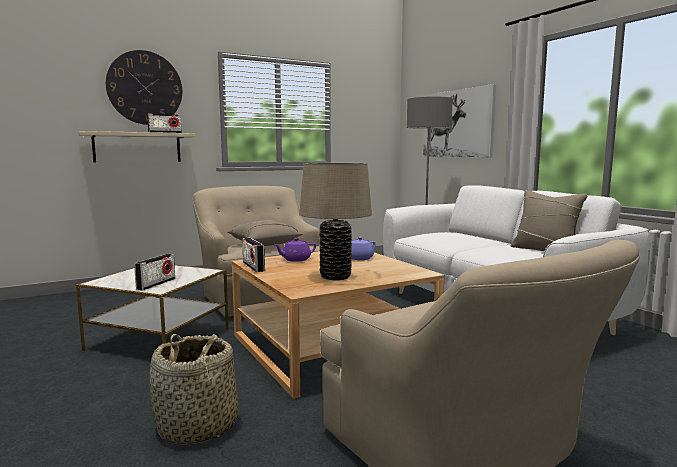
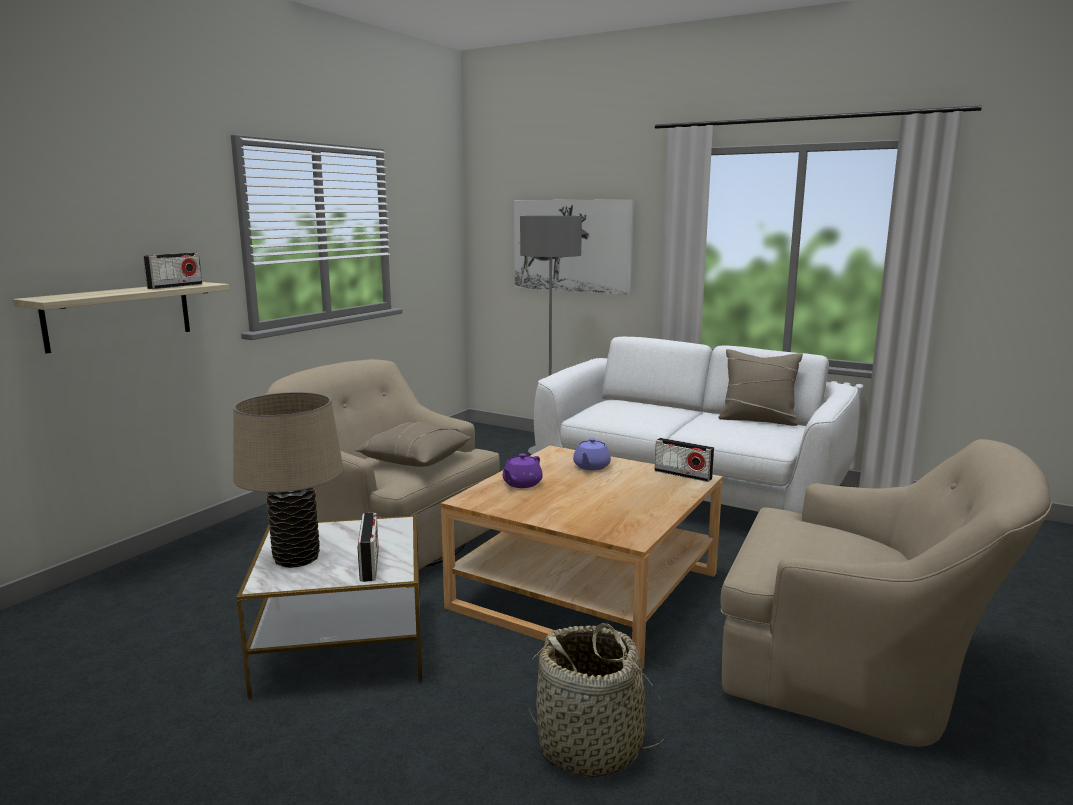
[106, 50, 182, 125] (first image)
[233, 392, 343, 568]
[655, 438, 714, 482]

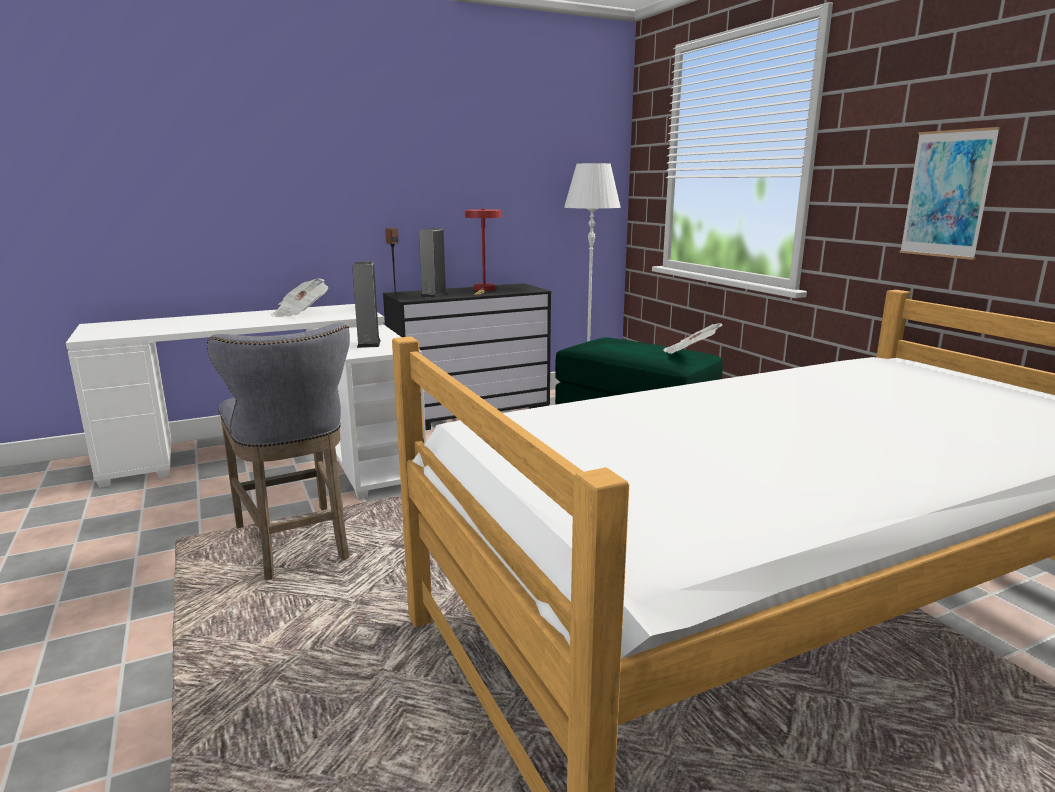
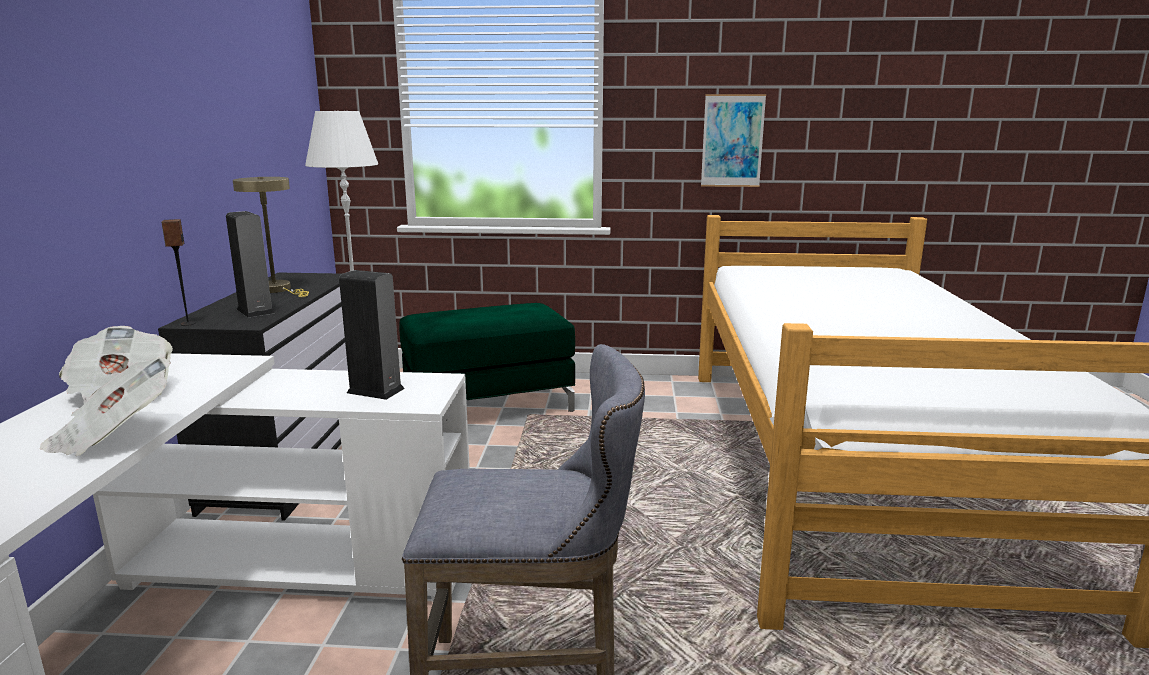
[233, 177, 309, 297]
[40, 357, 171, 456]

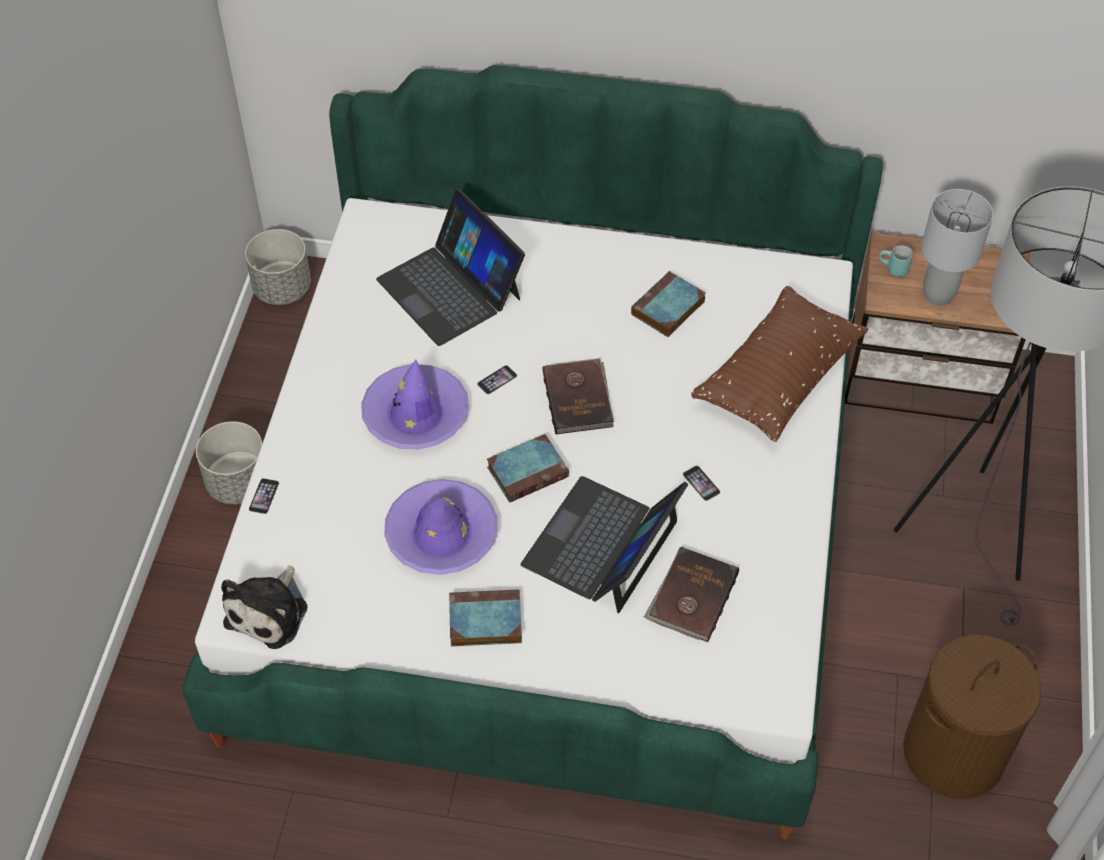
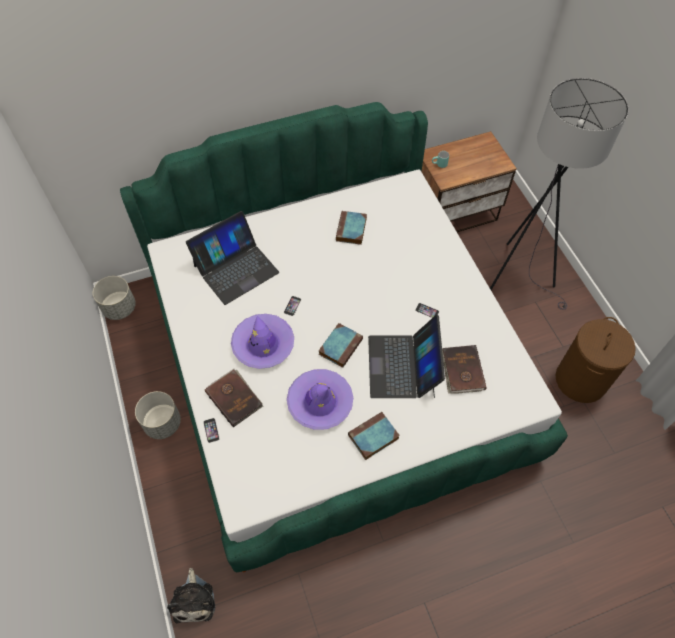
[186, 211, 279, 305]
[921, 189, 993, 306] (first image)
[691, 286, 869, 442] (first image)
[205, 369, 263, 427]
[167, 568, 215, 623]

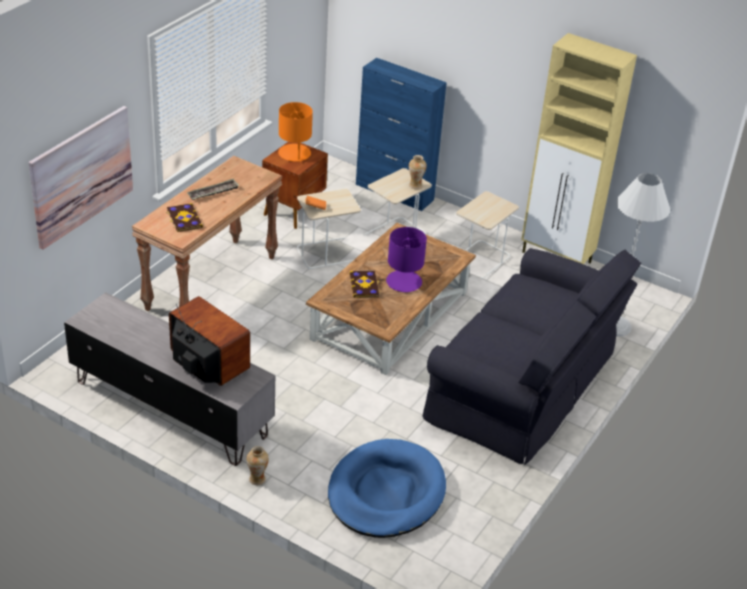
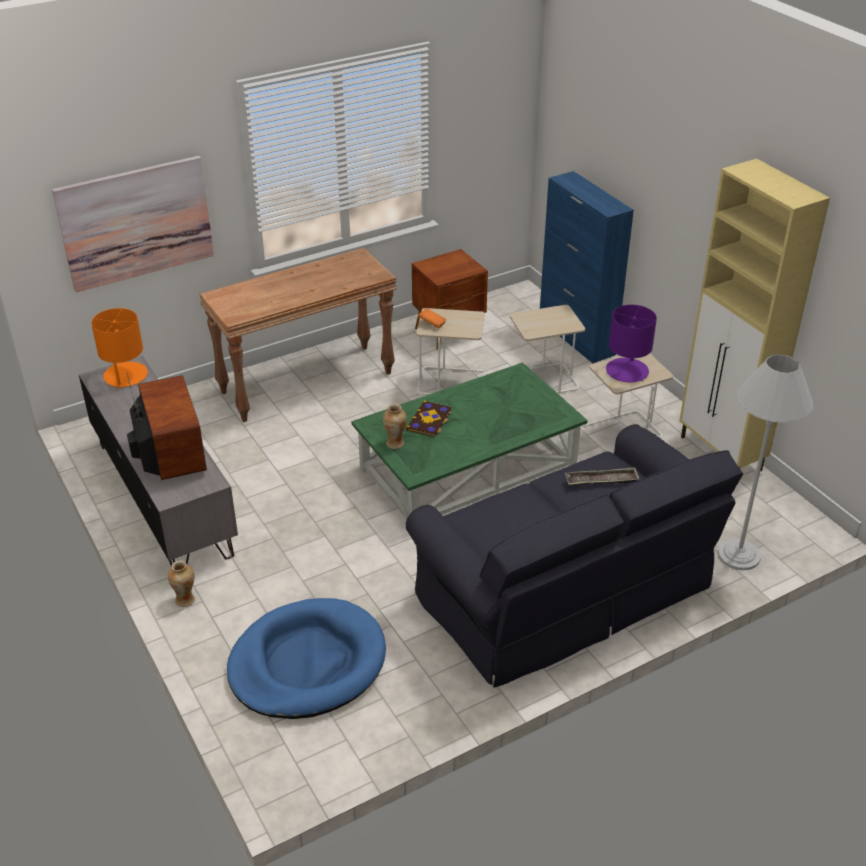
[91, 308, 148, 389]
[383, 404, 407, 449]
[565, 467, 639, 485]
[166, 203, 203, 232] (first image)
[351, 362, 588, 519]
[606, 305, 657, 382]

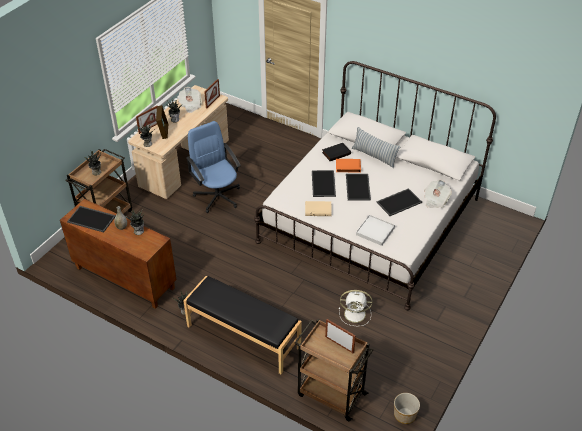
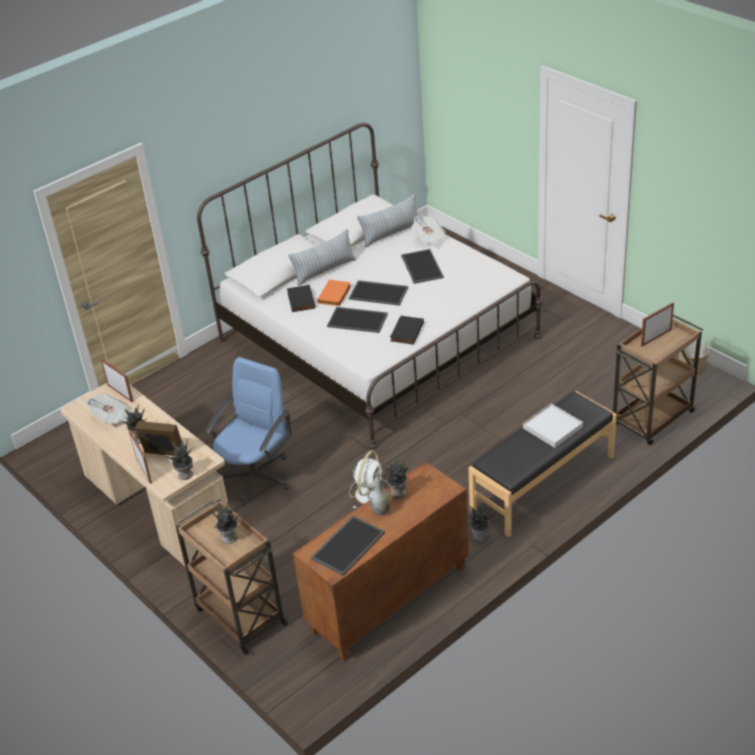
[205, 357, 292, 506]
[390, 316, 424, 345]
[523, 403, 583, 448]
[350, 450, 385, 508]
[357, 194, 418, 247]

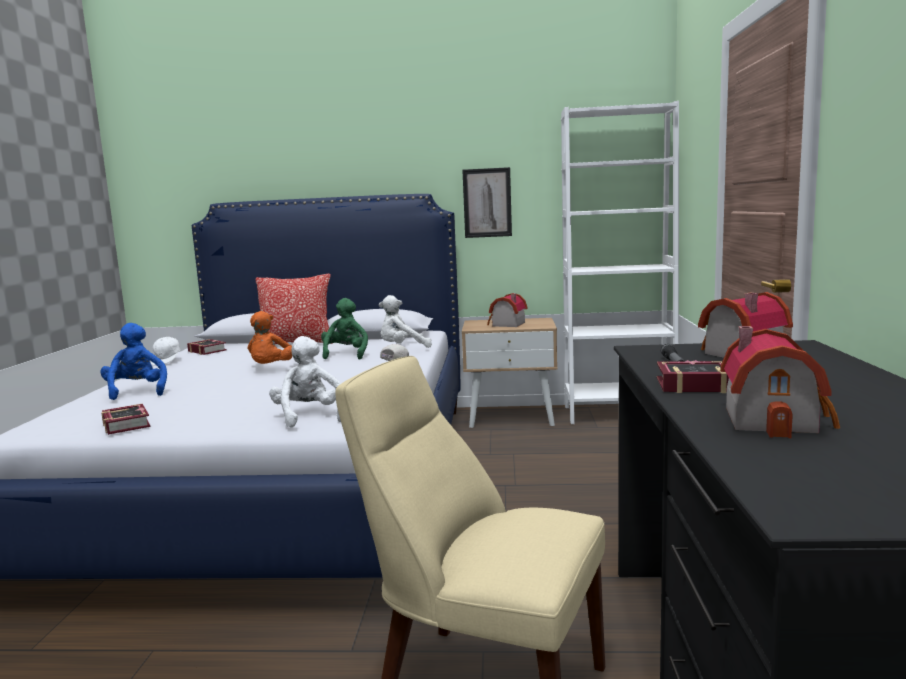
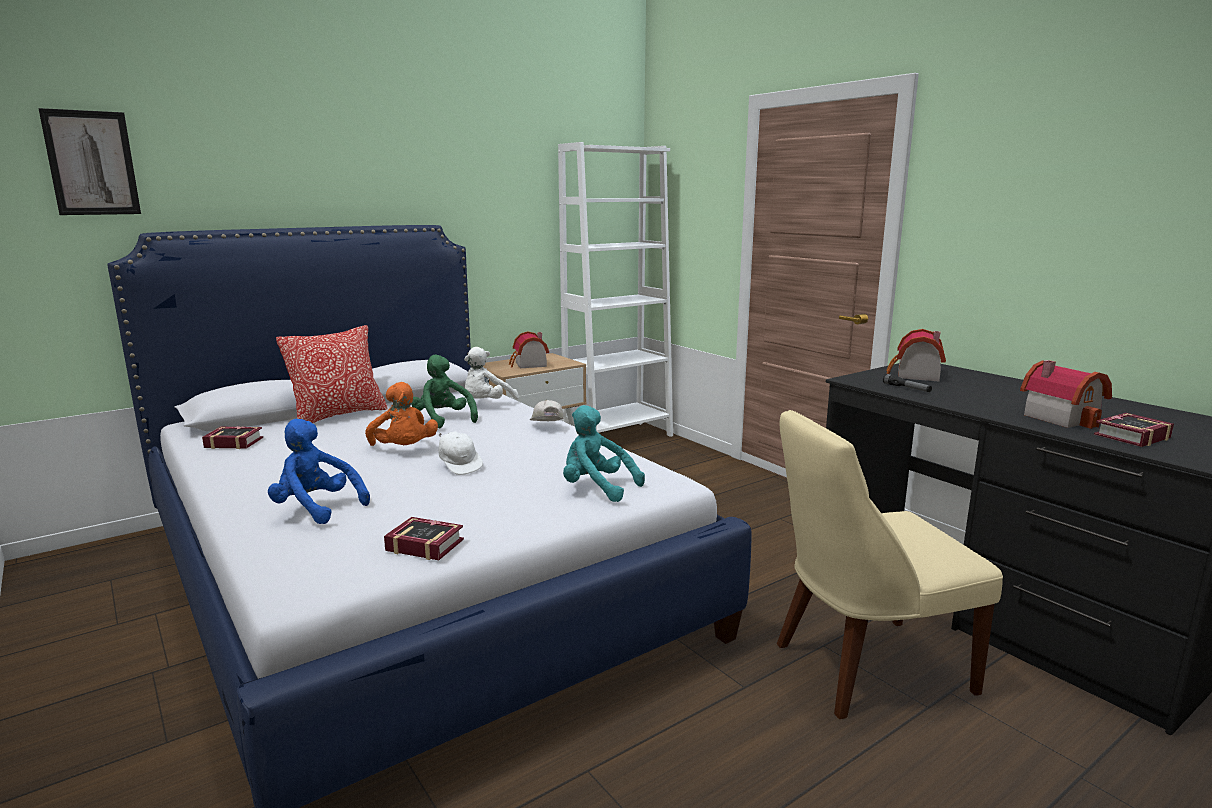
[38, 108, 141, 215]
[563, 405, 645, 502]
[438, 431, 483, 475]
[1094, 413, 1174, 447]

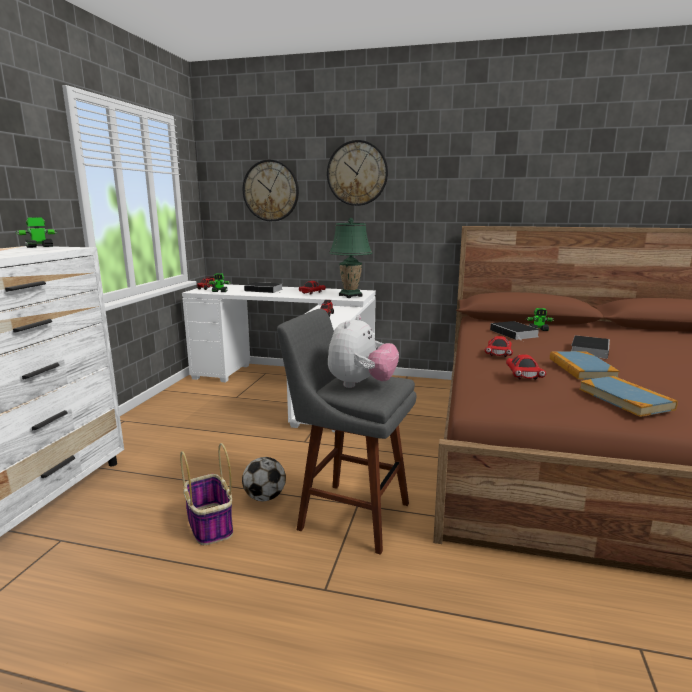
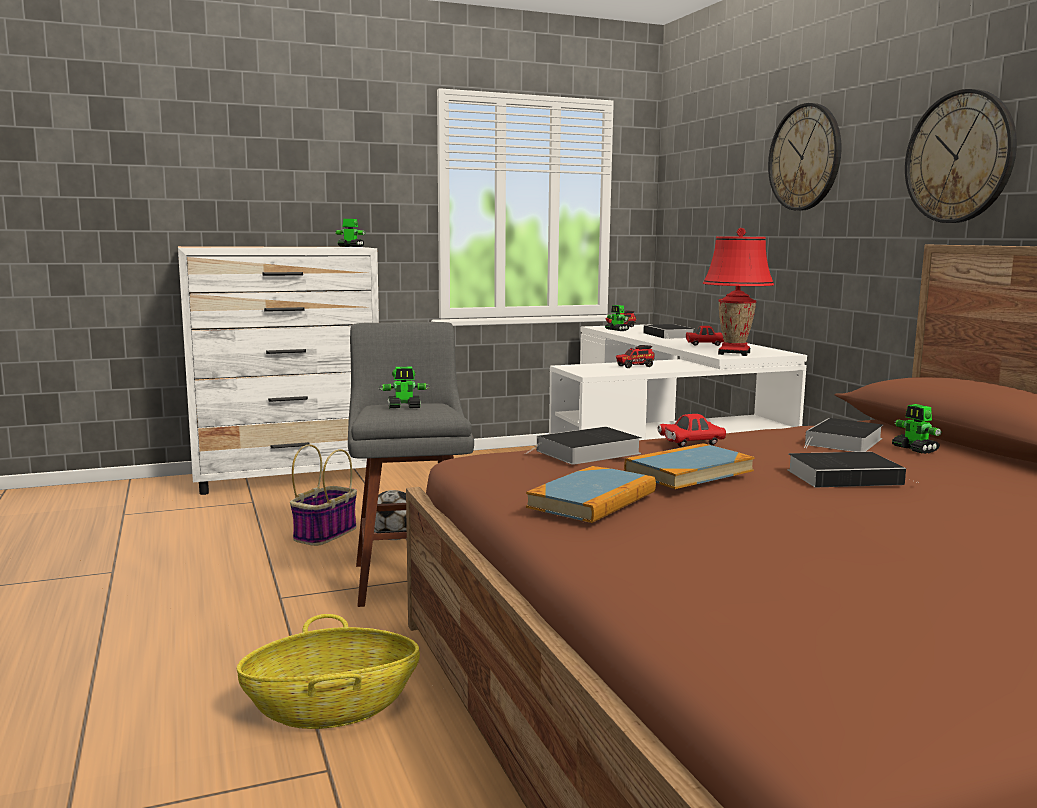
[905, 89, 1017, 223]
[703, 228, 774, 356]
[379, 366, 430, 408]
[526, 427, 641, 465]
[236, 614, 420, 729]

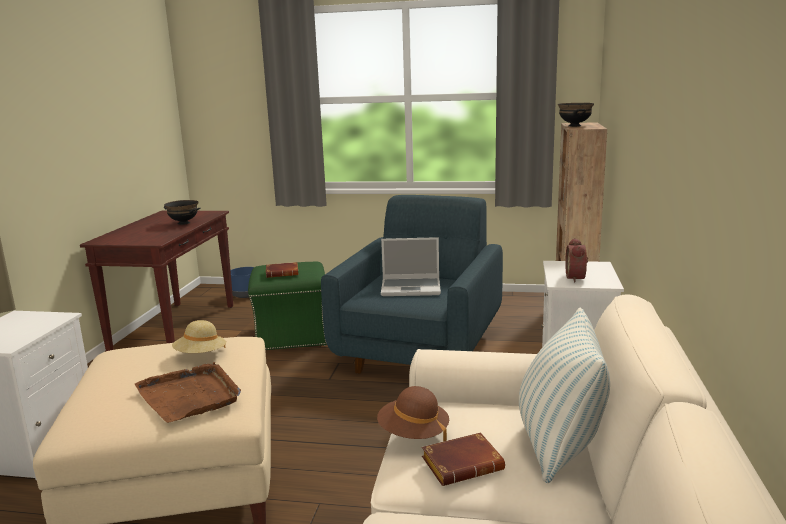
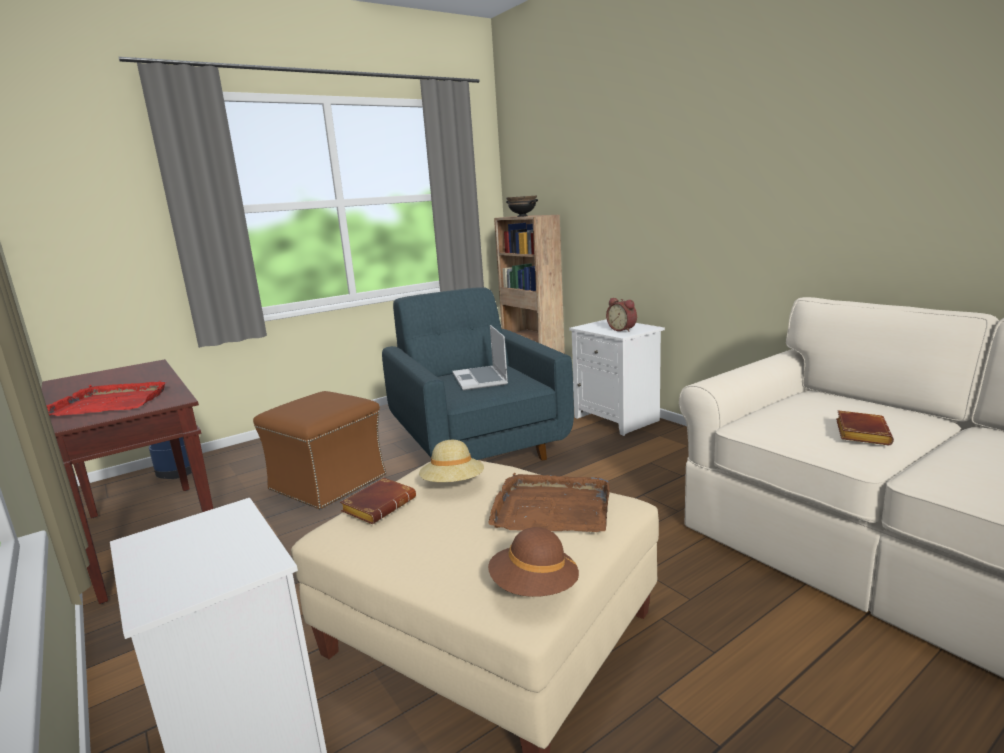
[164, 200, 201, 225] (first image)
[452, 325, 508, 390]
[253, 391, 386, 510]
[340, 478, 416, 524]
[519, 308, 610, 483] (first image)
[488, 527, 579, 597]
[46, 381, 167, 416]

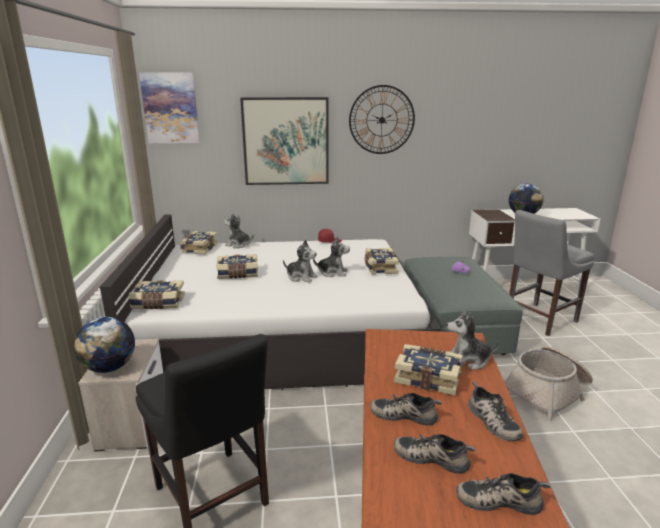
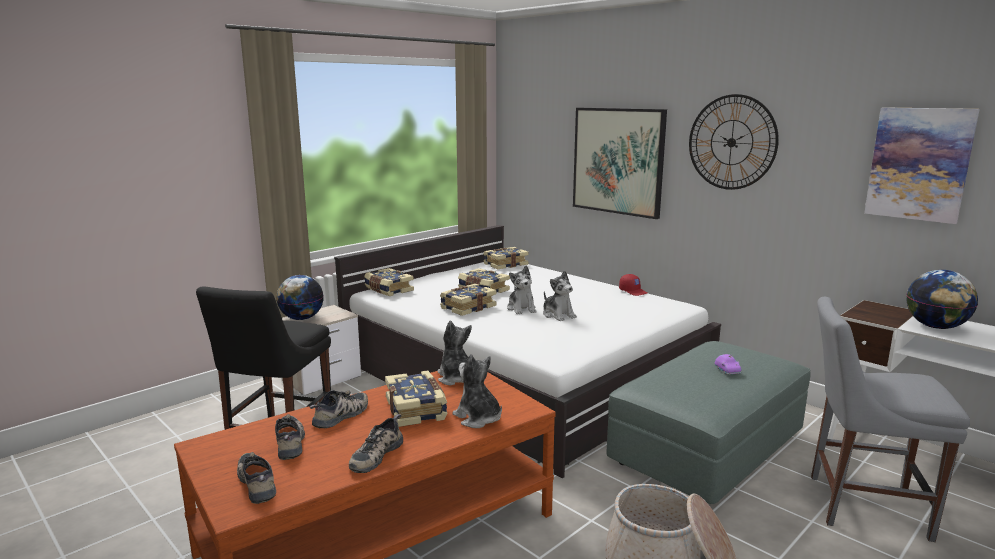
[864, 107, 980, 224]
[438, 321, 472, 385]
[440, 284, 497, 316]
[310, 390, 368, 429]

